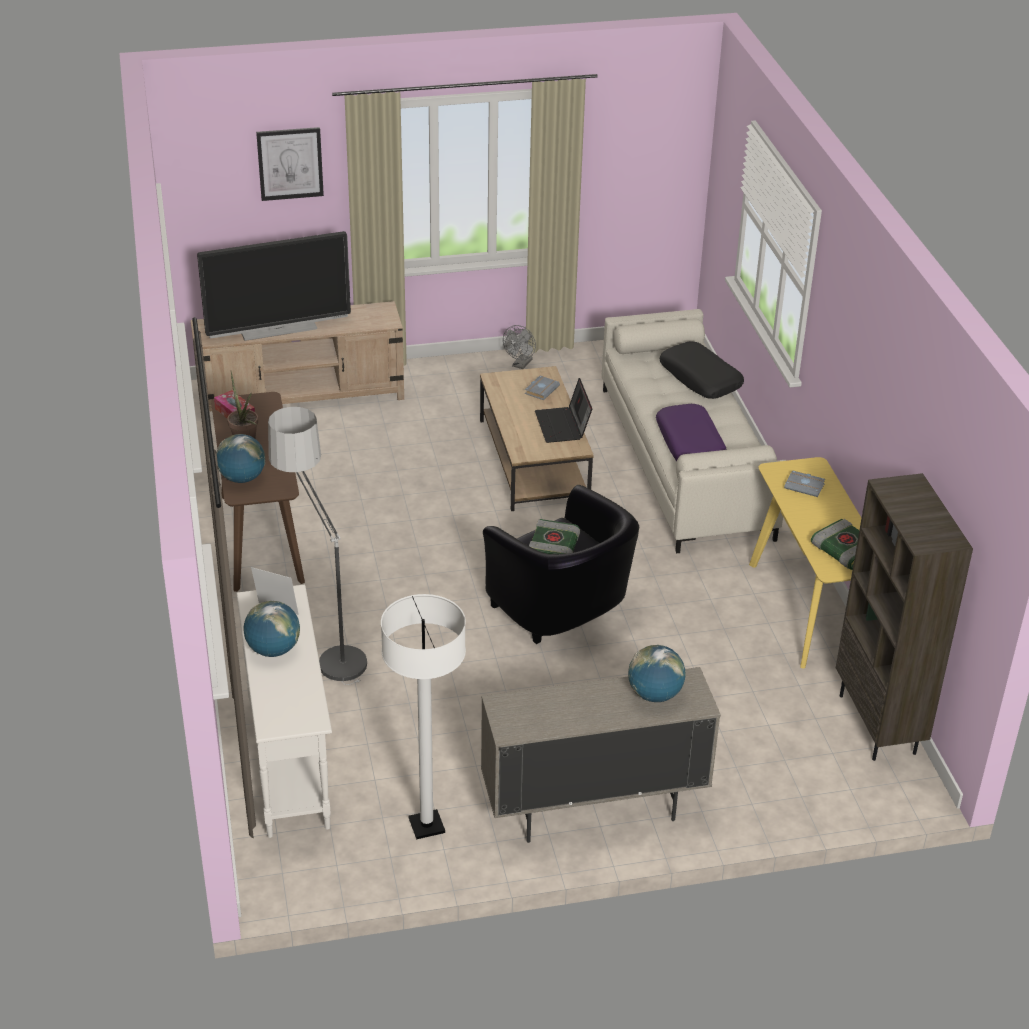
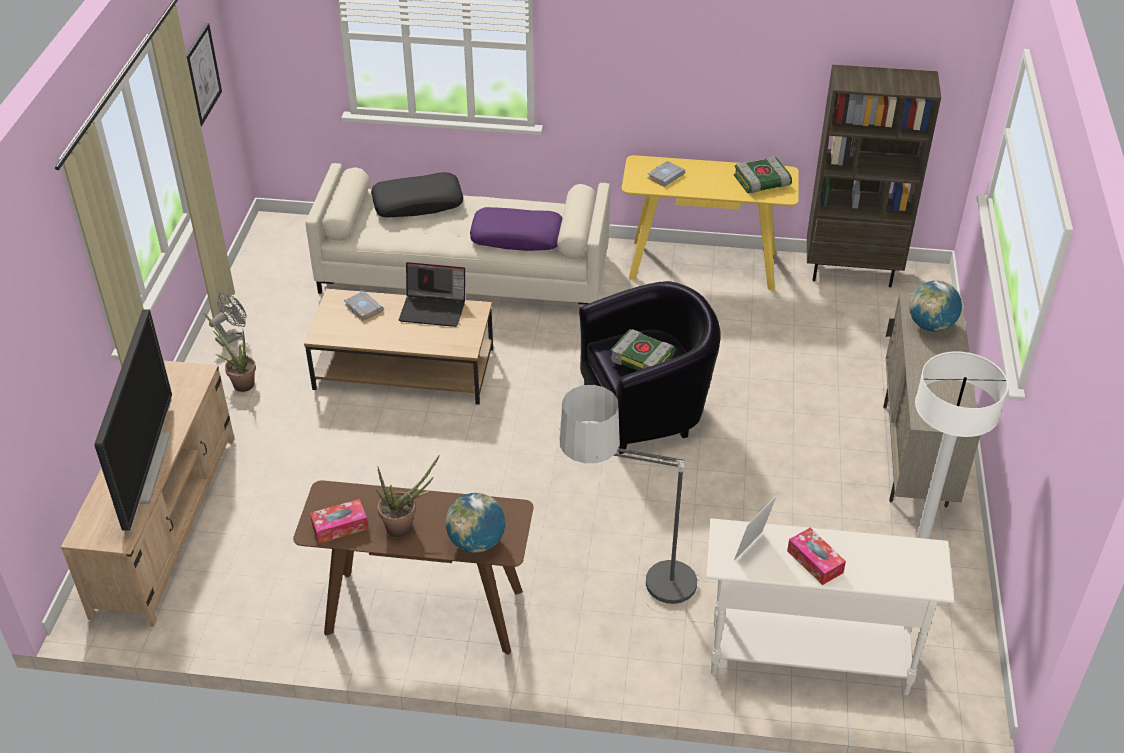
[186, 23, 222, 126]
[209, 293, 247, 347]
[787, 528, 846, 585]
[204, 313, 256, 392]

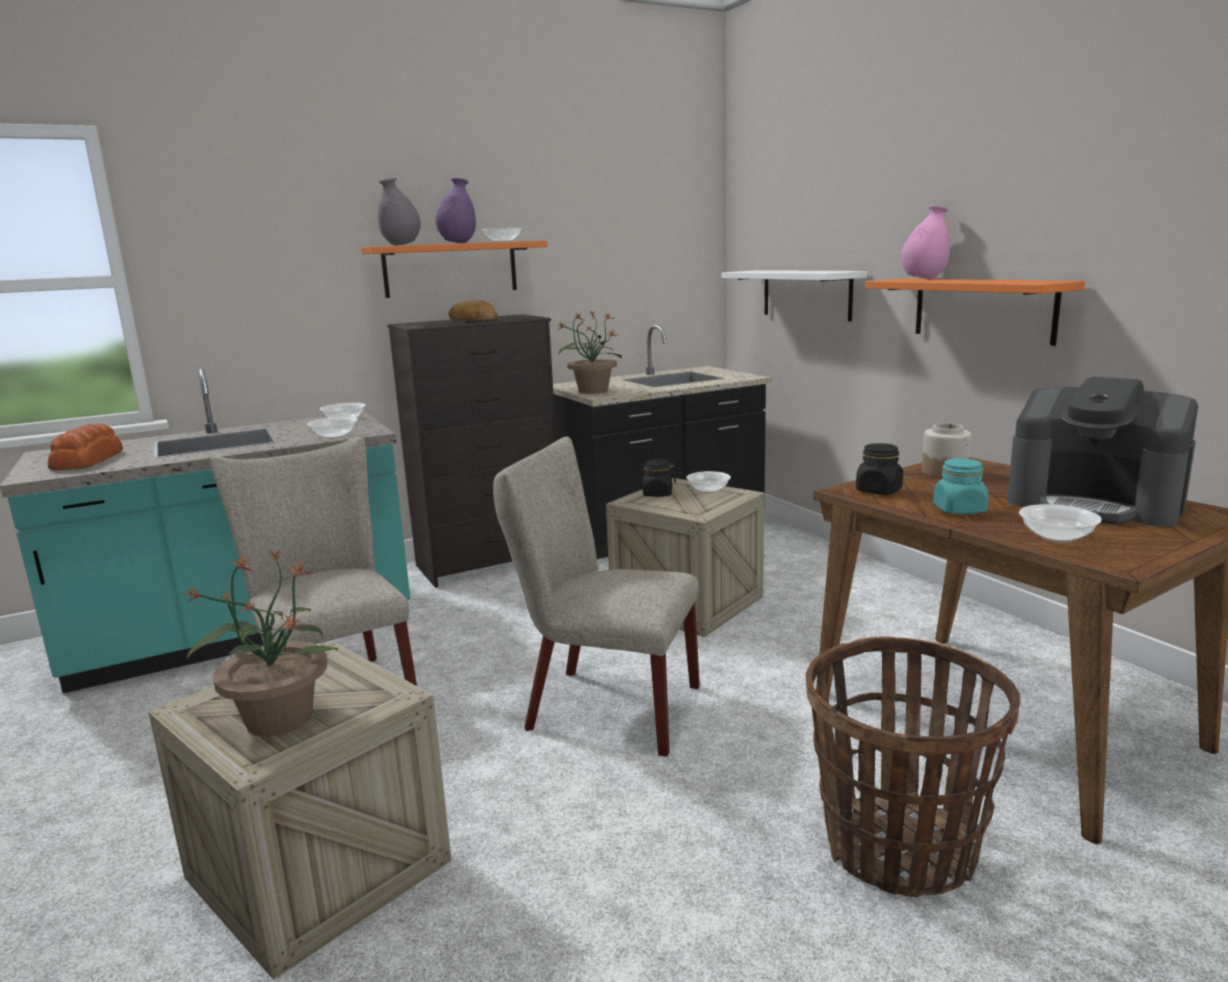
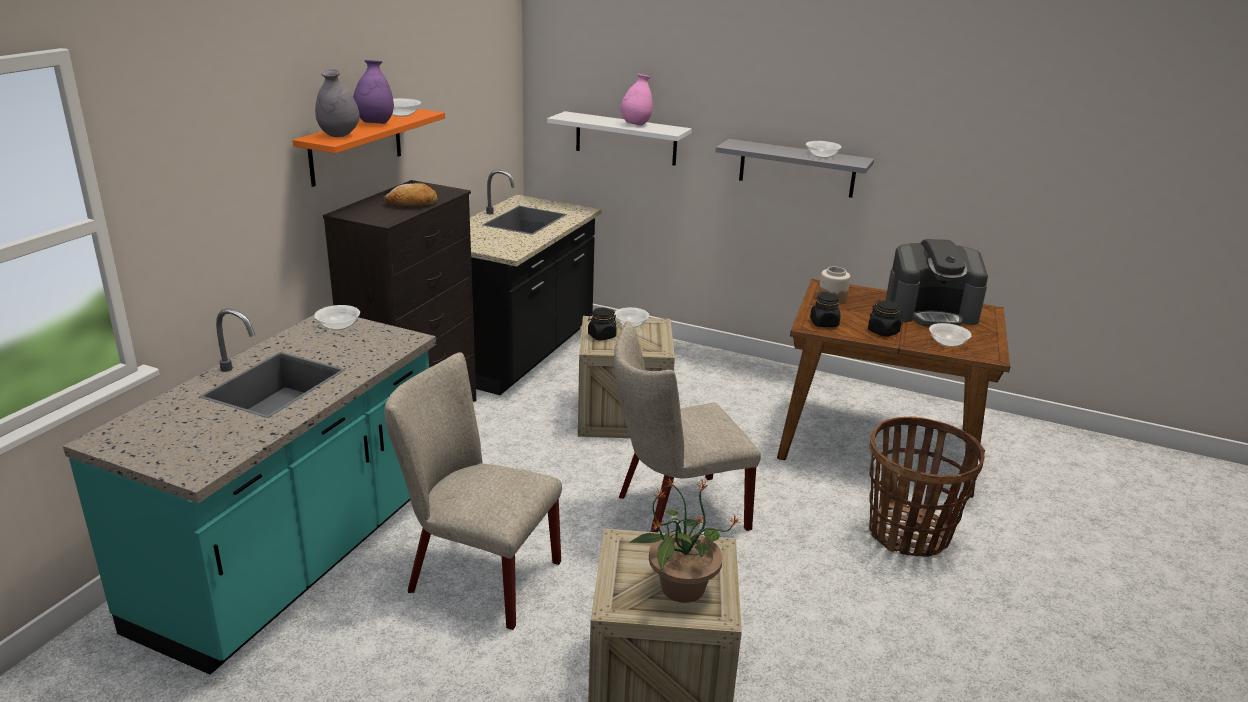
[621, 74, 653, 126]
[716, 139, 874, 198]
[557, 310, 622, 393] (first image)
[806, 141, 841, 158]
[48, 424, 123, 470] (first image)
[868, 300, 903, 337]

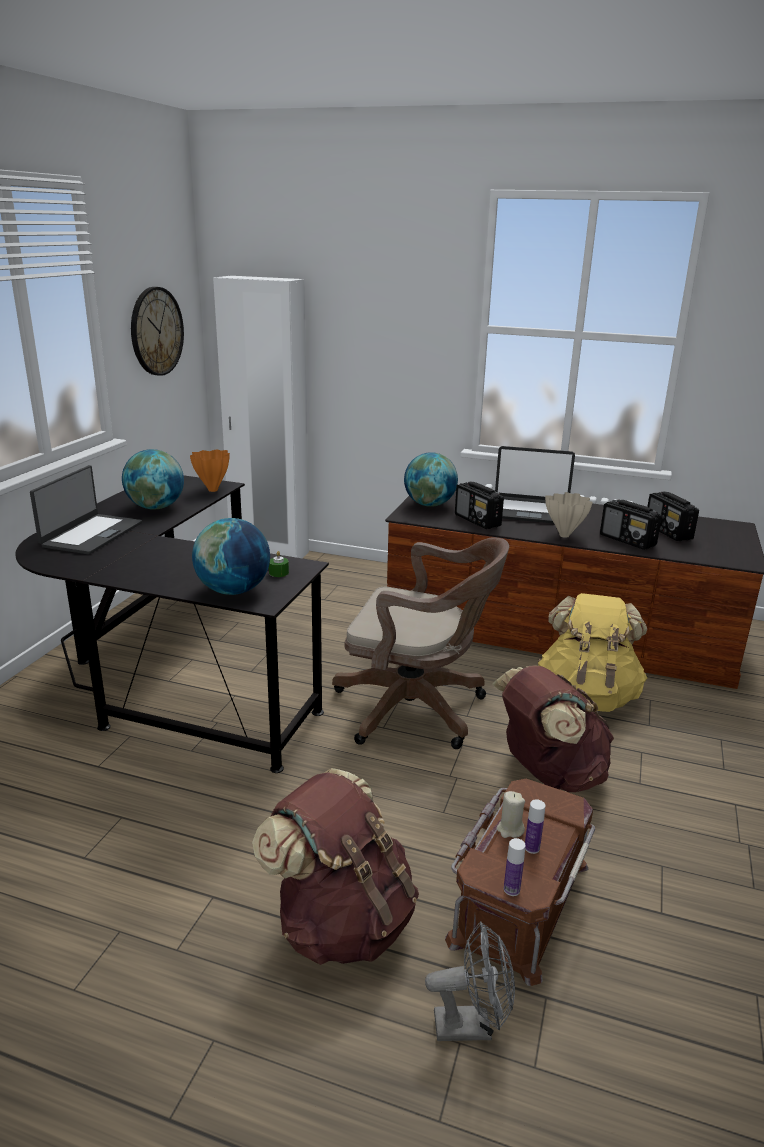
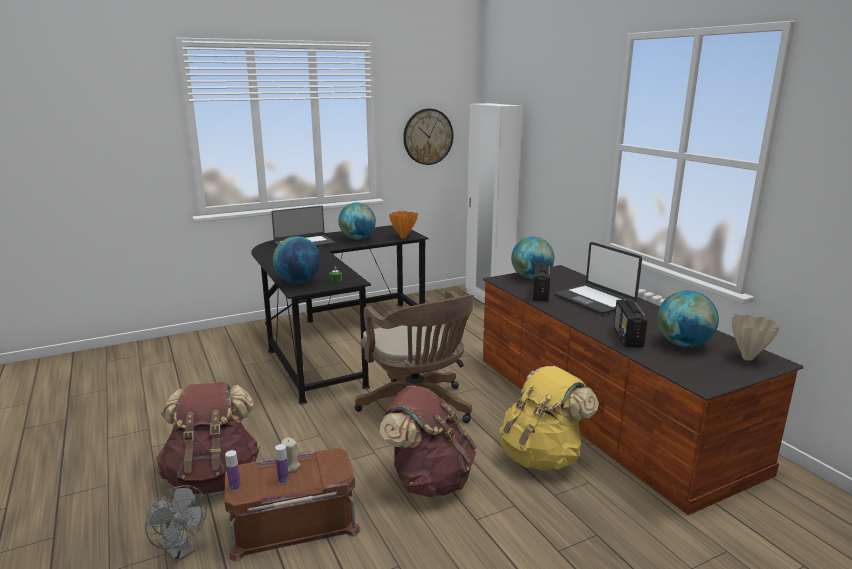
[657, 290, 719, 347]
[732, 314, 780, 360]

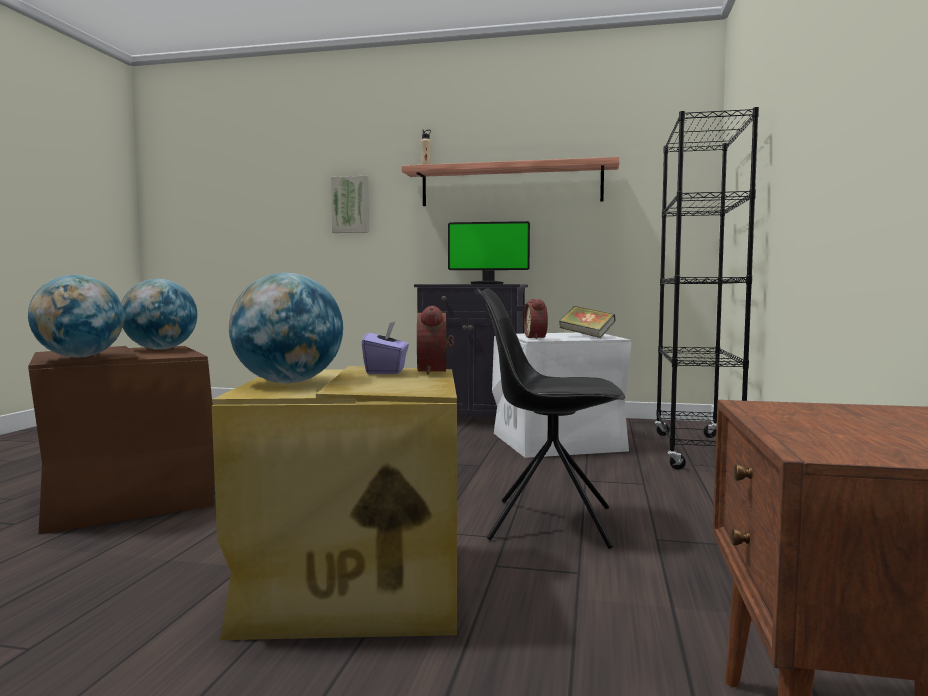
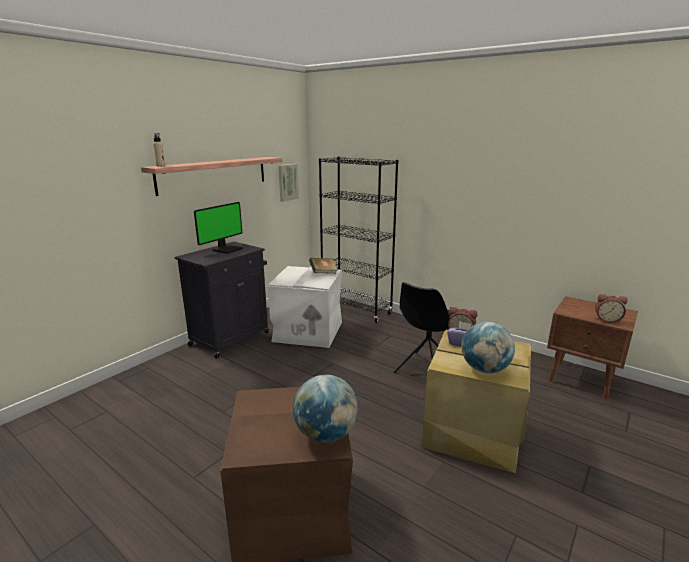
[278, 164, 299, 202]
[121, 279, 197, 350] (first image)
[595, 294, 628, 323]

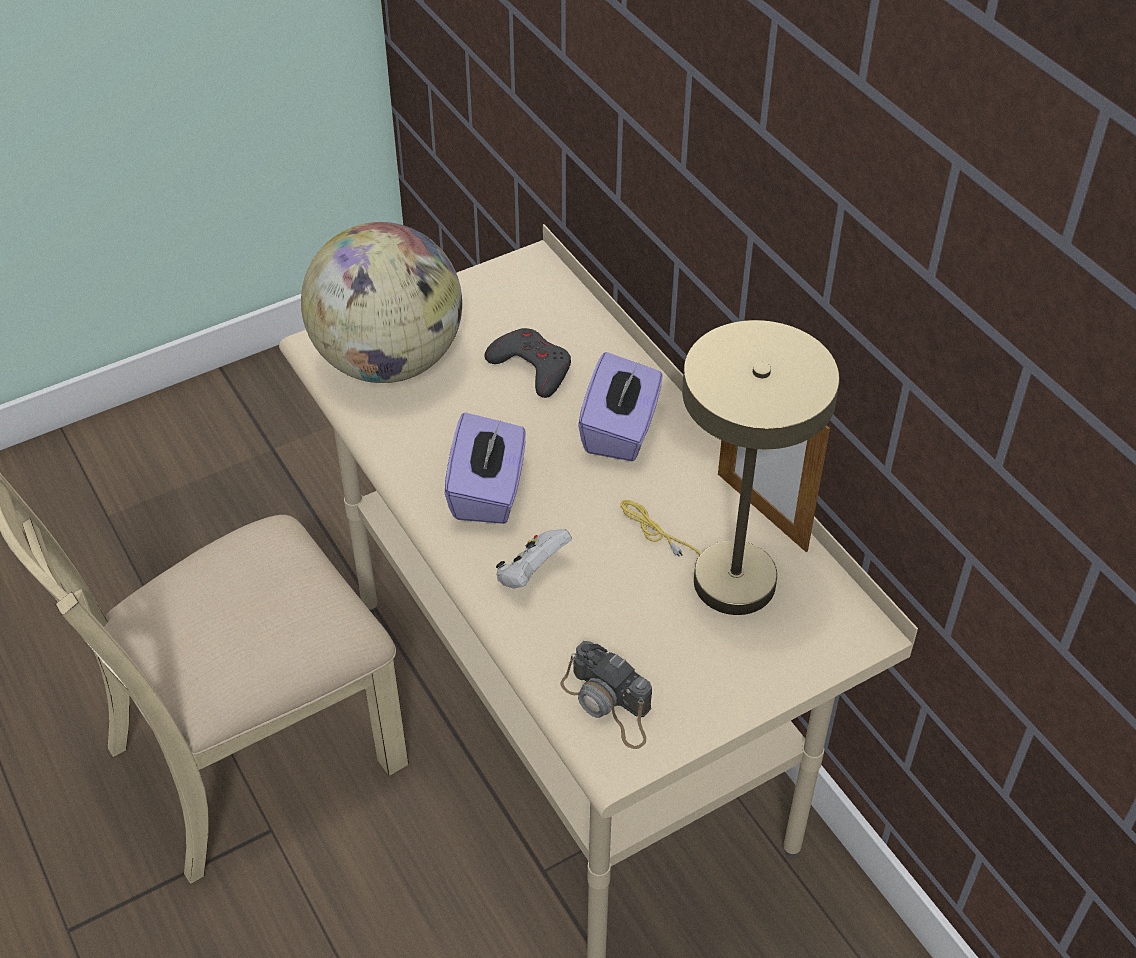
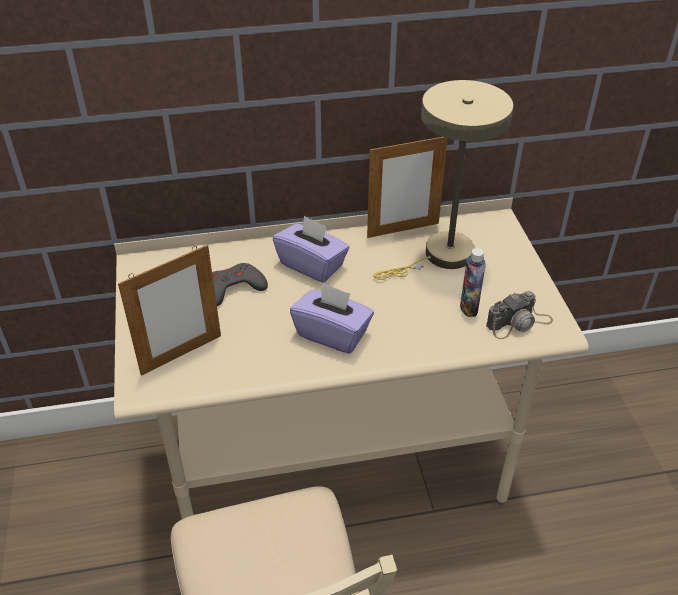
[118, 245, 221, 376]
[496, 529, 572, 589] (first image)
[460, 248, 486, 317]

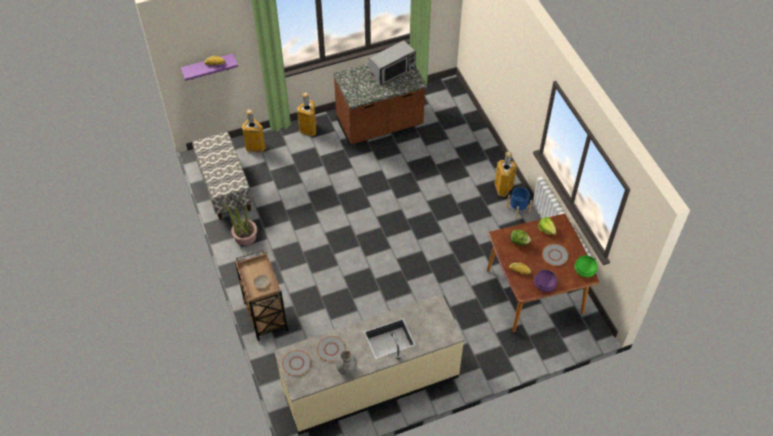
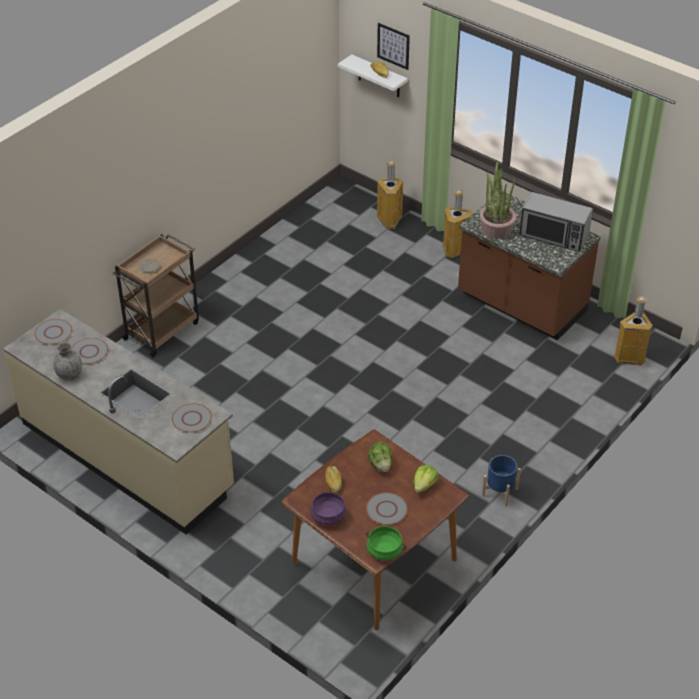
[338, 55, 408, 97]
[192, 132, 253, 220] (first image)
[614, 296, 653, 366]
[479, 162, 516, 239]
[377, 23, 410, 70]
[172, 403, 212, 433]

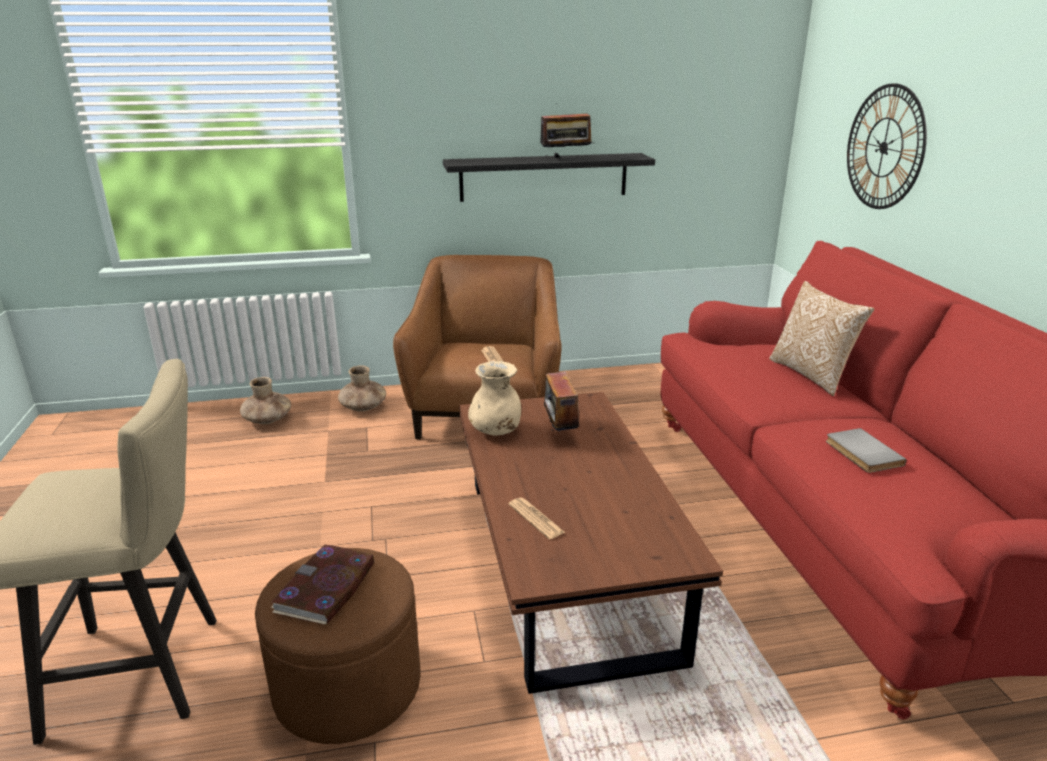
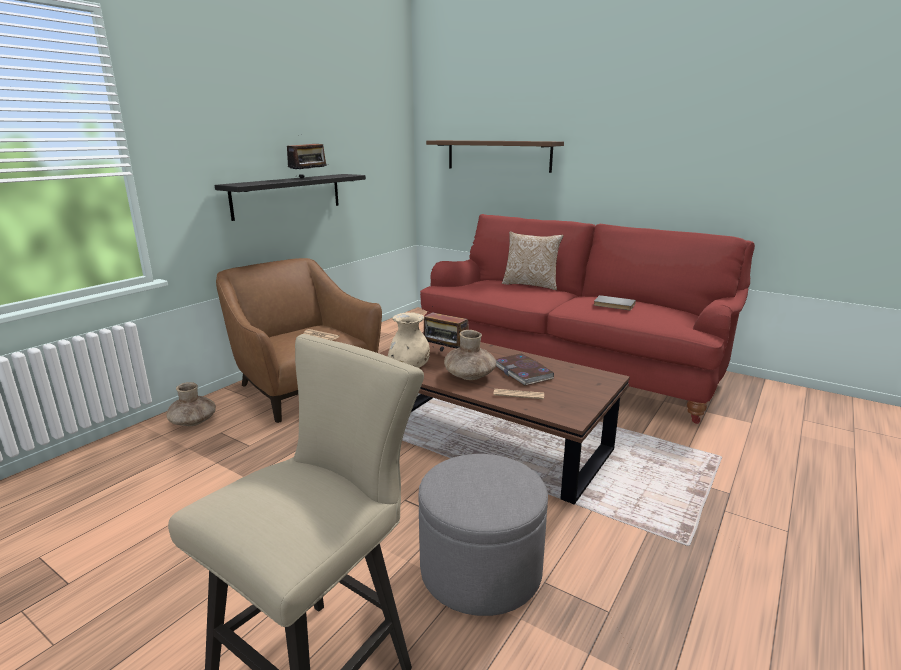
[426, 140, 564, 173]
[444, 330, 496, 380]
[495, 354, 554, 386]
[418, 454, 548, 616]

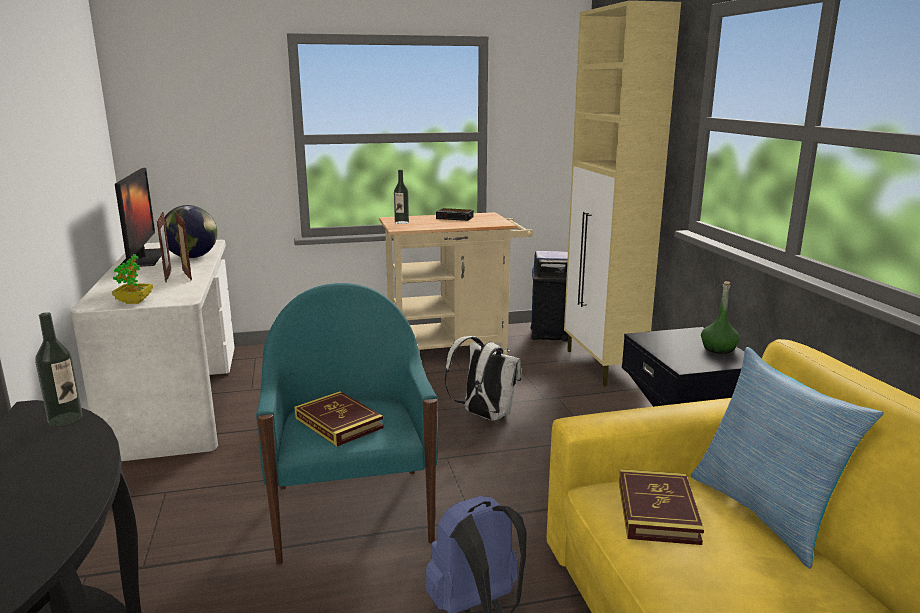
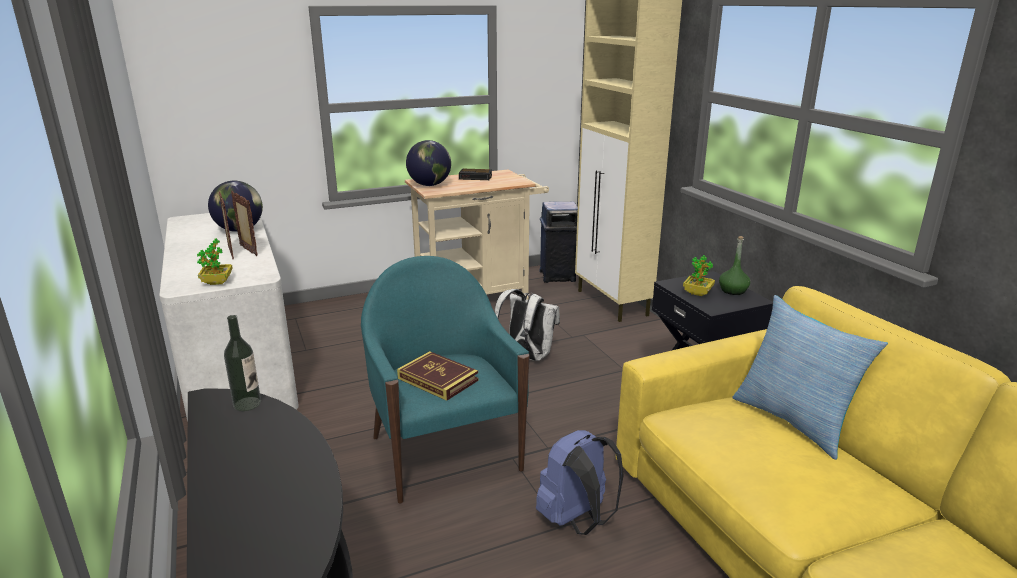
[115, 168, 161, 267] (first image)
[406, 140, 451, 186]
[619, 469, 704, 545] (first image)
[683, 255, 715, 296]

